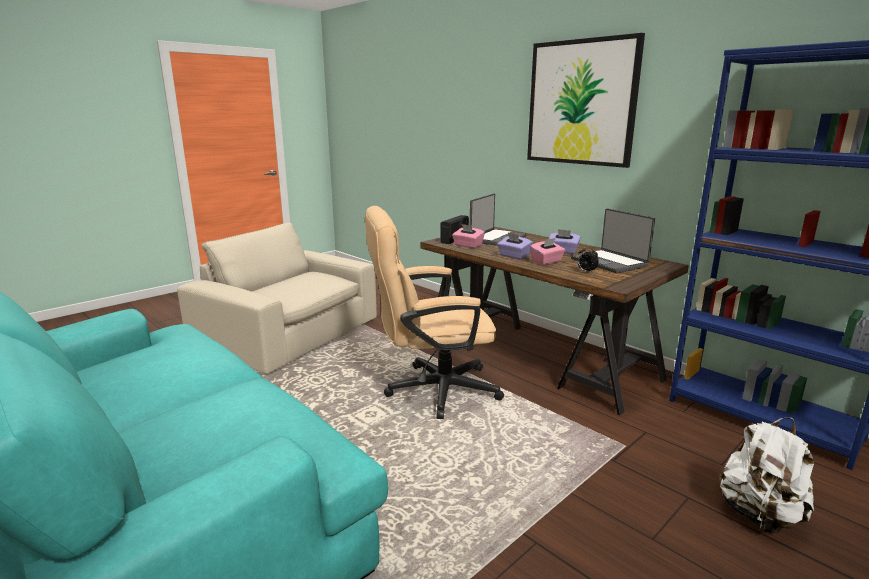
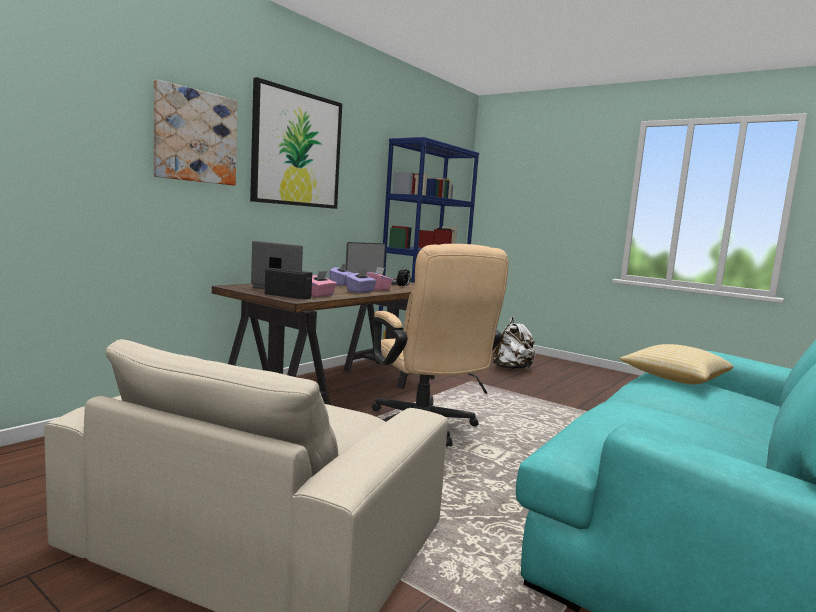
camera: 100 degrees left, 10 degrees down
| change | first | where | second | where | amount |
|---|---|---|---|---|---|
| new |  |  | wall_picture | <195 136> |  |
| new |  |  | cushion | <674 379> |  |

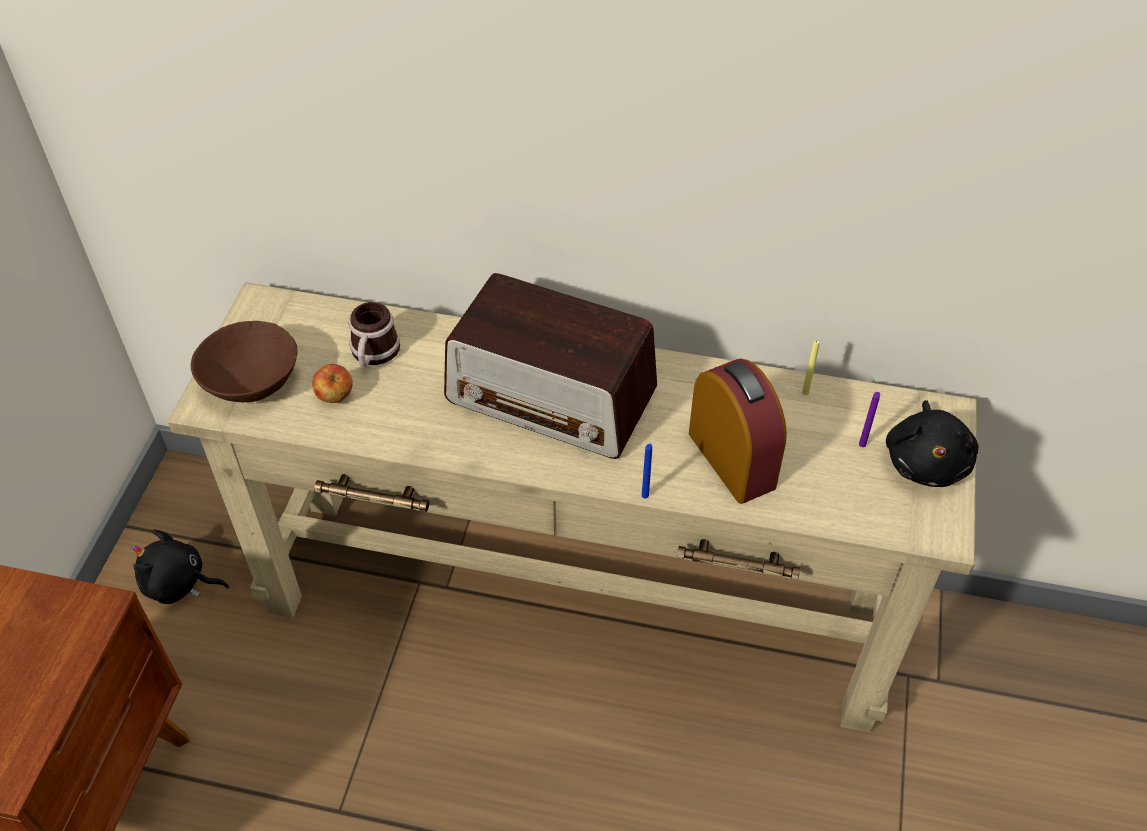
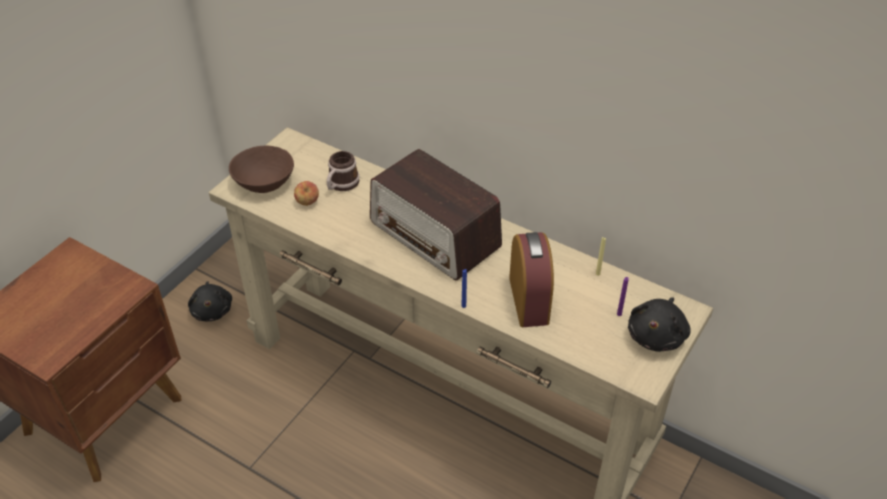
camera: 20 degrees right, 5 degrees down
| change | first | where | second | where | amount |
|---|---|---|---|---|---|
| rotated | black-coloured_cuddly_toy | <179 583> |  | <212 310> | 135 degrees counterclockwise |

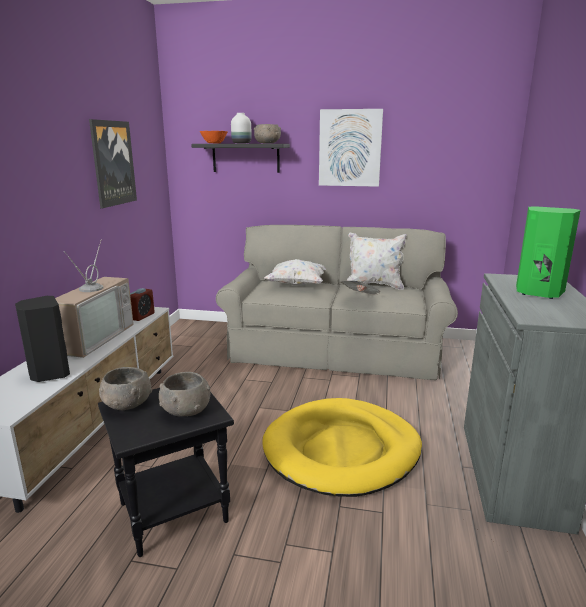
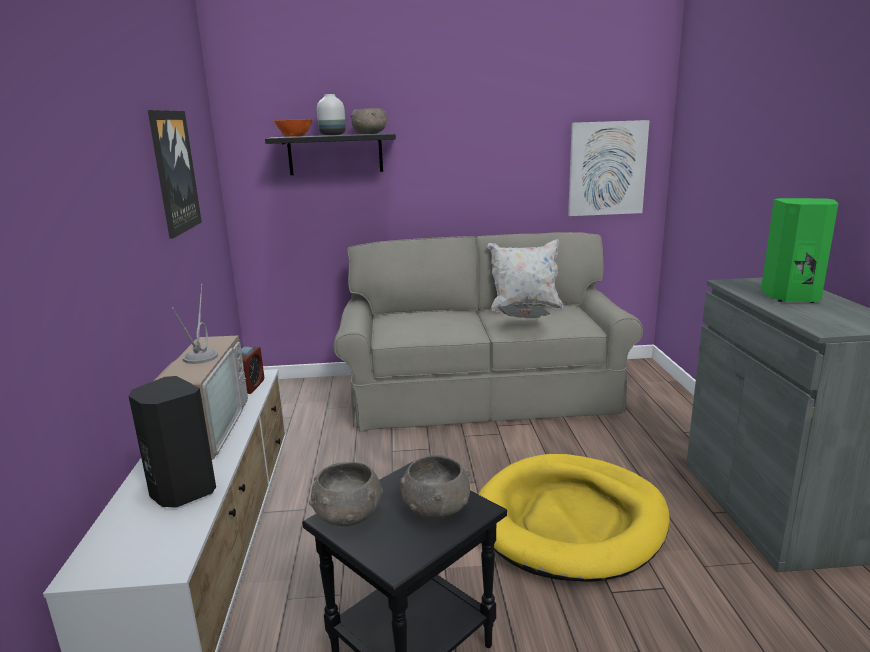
camera: 15 degrees left, 0 degrees up
| change | first | where | second | where | amount |
|---|---|---|---|---|---|
| shifted | wall_picture | <350 148> |  | <607 168> |  |
| gone | whitish_cushion | <297 285> |  |  |  |

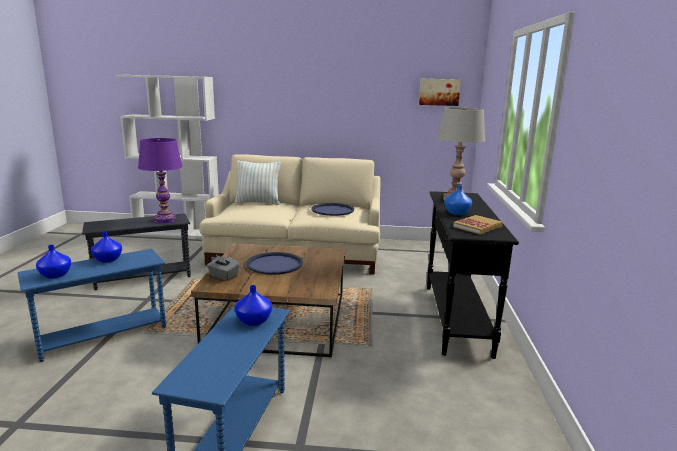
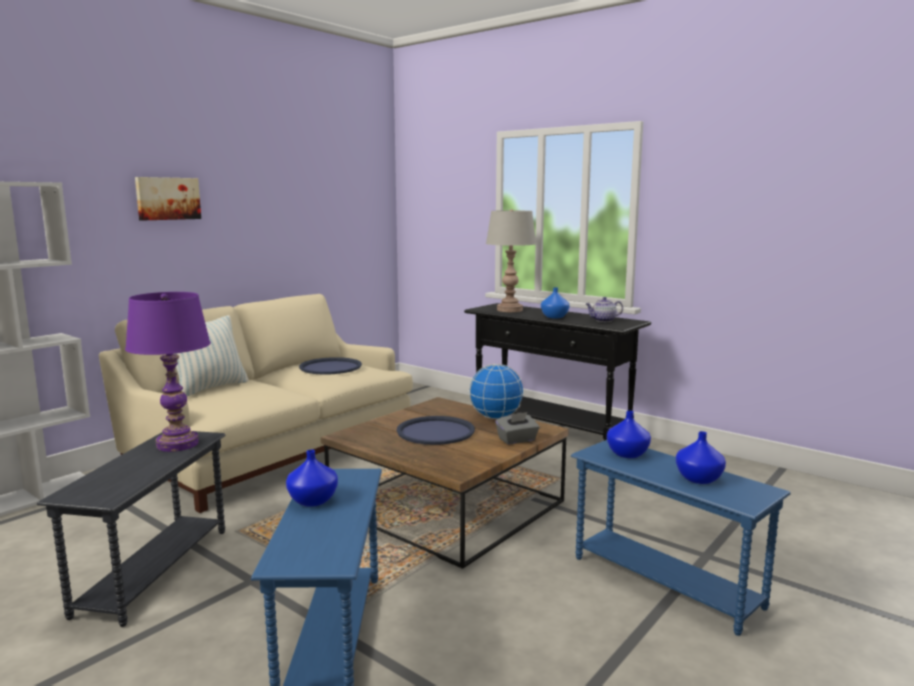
camera: 55 degrees left, 5 degrees down
| change | first | where | second | where | amount |
|---|---|---|---|---|---|
| shifted | wall_picture | <439 92> |  | <167 198> |  |
| new |  |  | globe | <495 417> |  |
| shifted | grey_tissue_holder | <223 276> |  | <517 440> |  |
| swapped | bound_book | <477 227> | tea_pot | <603 320> |  |
| shifted | blue_decorative_vase | <55 275> |  | <698 479> |  |

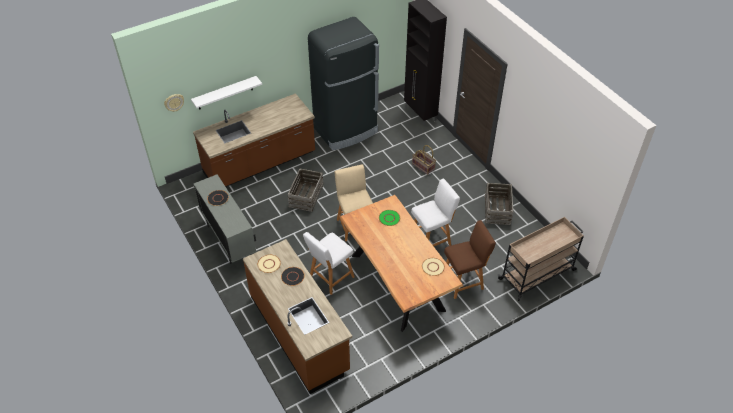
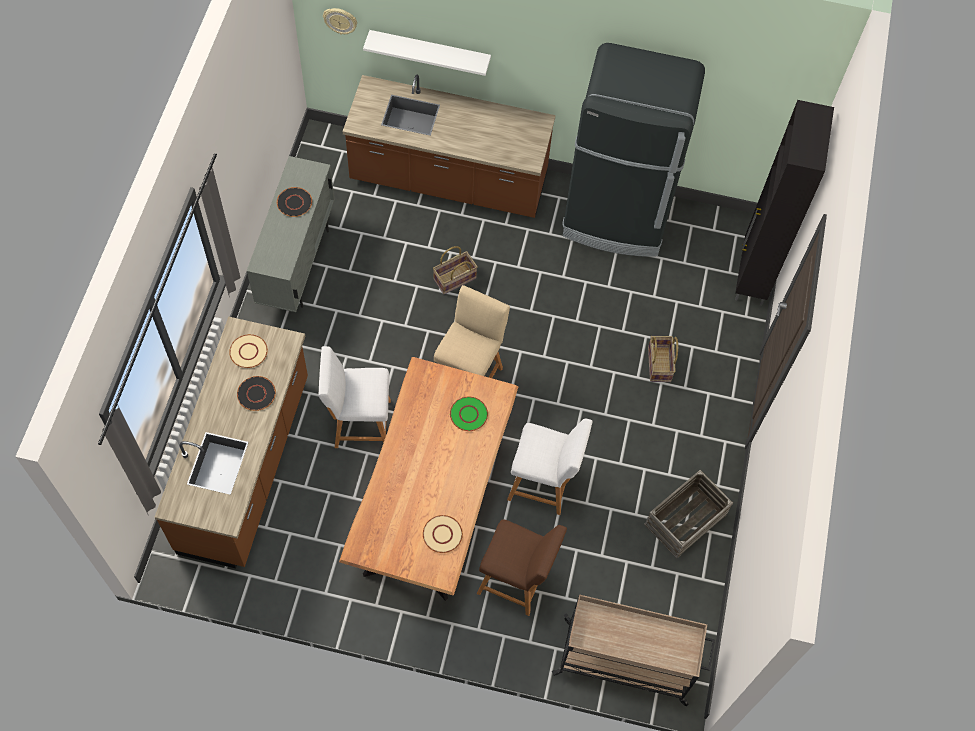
camera: 40 degrees right, 15 degrees up
| change | first | where | second | where | amount |
|---|---|---|---|---|---|
| swapped | shipping_crate | <306 196> | household_basket | <455 279> |  |

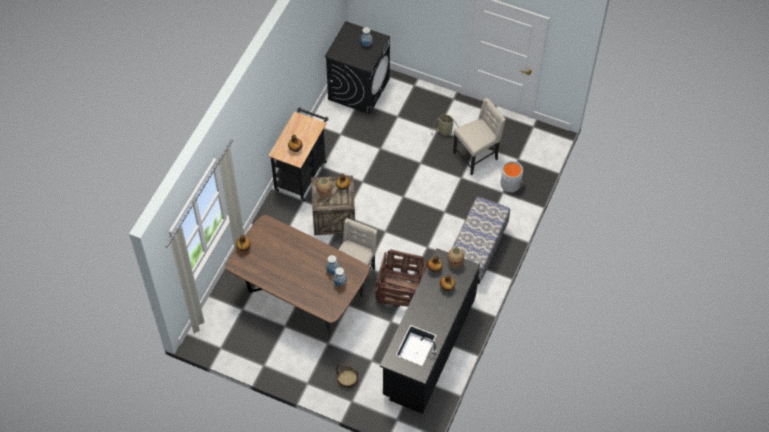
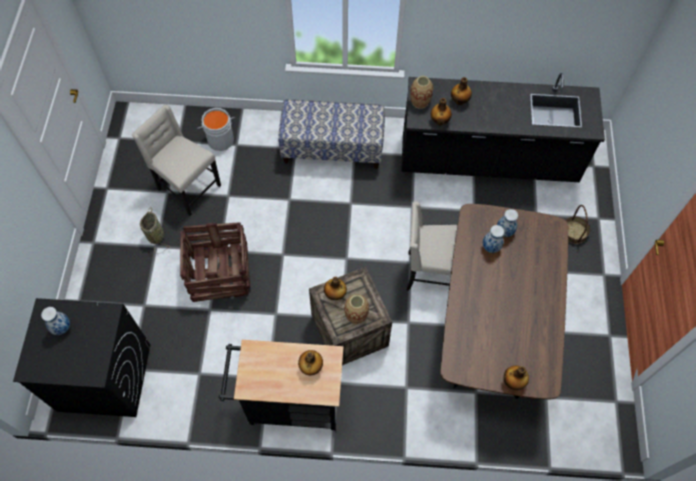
camera: 110 degrees left, 5 degrees up
| change | first | where | second | where | amount |
|---|---|---|---|---|---|
| shifted | shipping_crate | <401 289> |  | <219 271> |  |

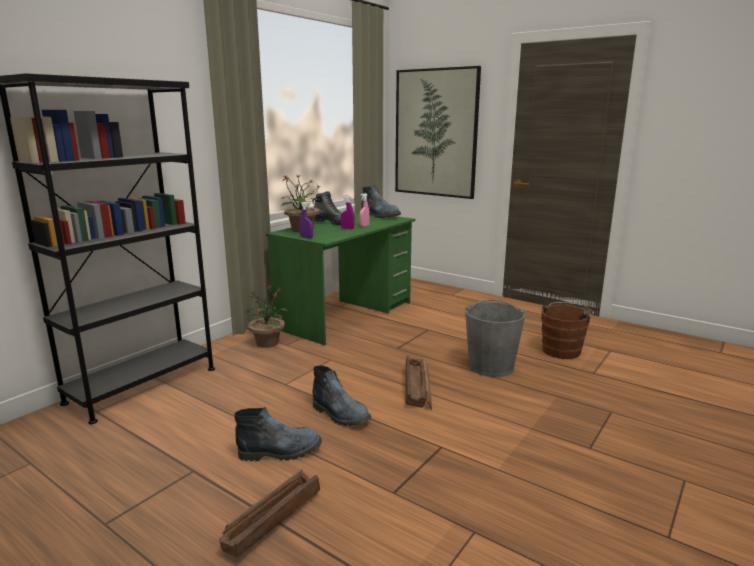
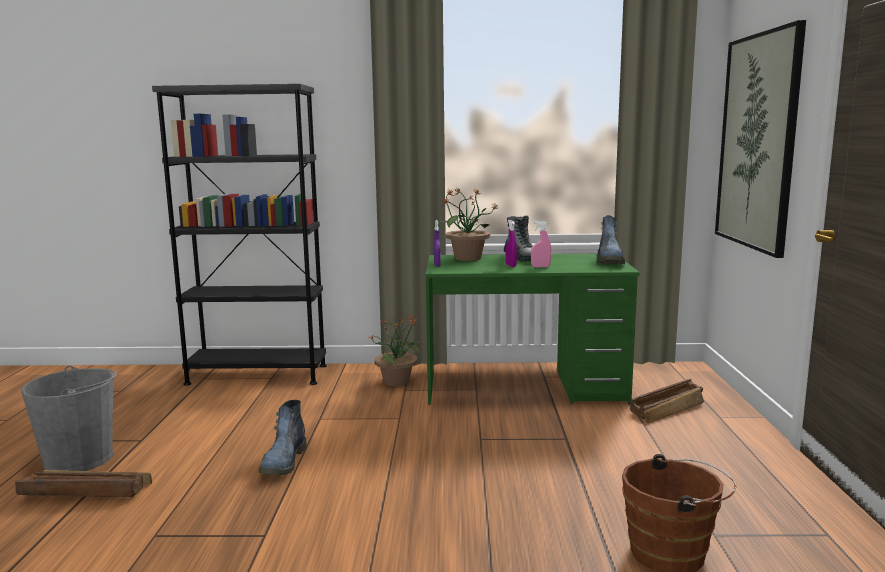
camera: 55 degrees right, 5 degrees down
| change | first | where | second | where | amount |
|---|---|---|---|---|---|
| shifted | grey_bucket | <491 366> |  | <79 459> |  |
| shifted | shipping_crate | <417 388> |  | <669 408> |  |
| gone | boot | <281 451> |  |  |  |

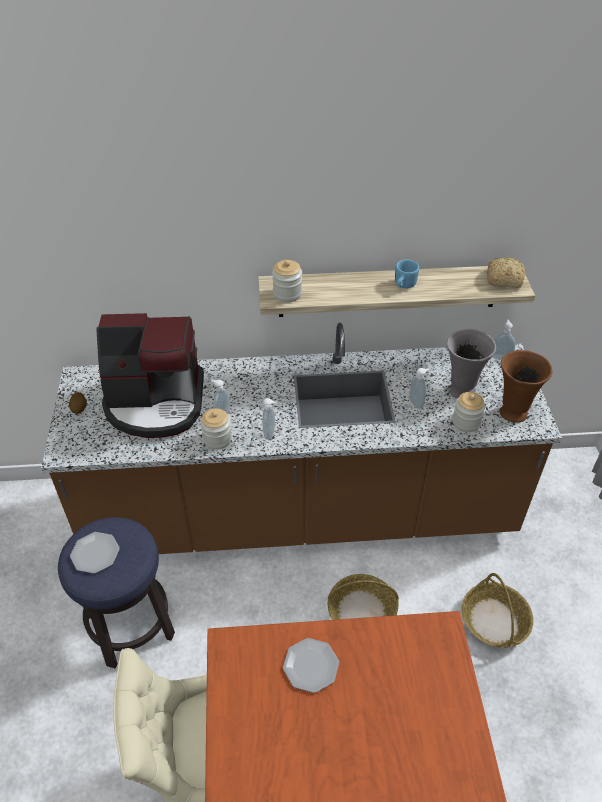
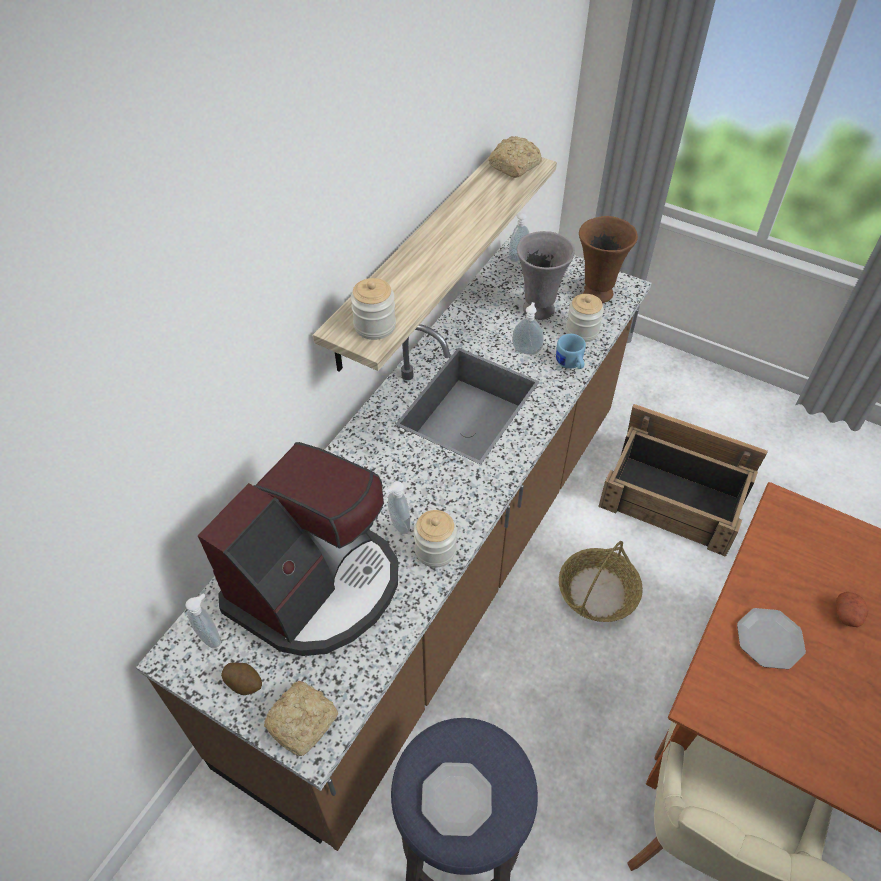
camera: 55 degrees left, 5 degrees up
| change | first | where | second | where | amount |
|---|---|---|---|---|---|
| shifted | soap_dispenser | <270 433> |  | <211 636> |  |
| new |  |  | bakery_bread | <304 721> |  |
| shifted | blue_mug | <403 285> |  | <570 364> |  |
| swapped | household_basket | <494 621> | shipping_crate | <675 493> |  |
| new |  |  | potato | <847 615> |  |

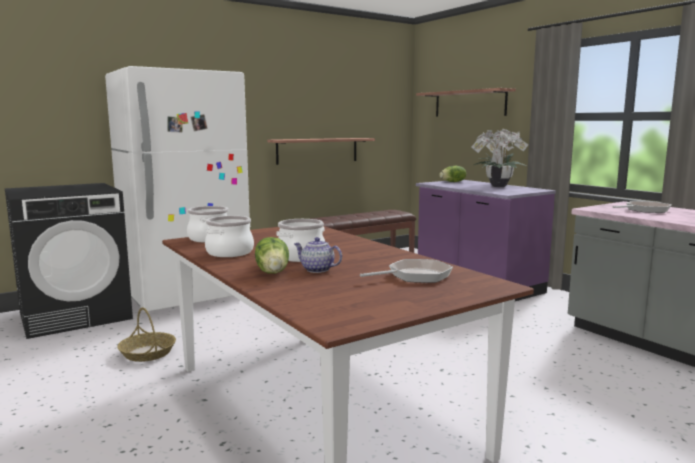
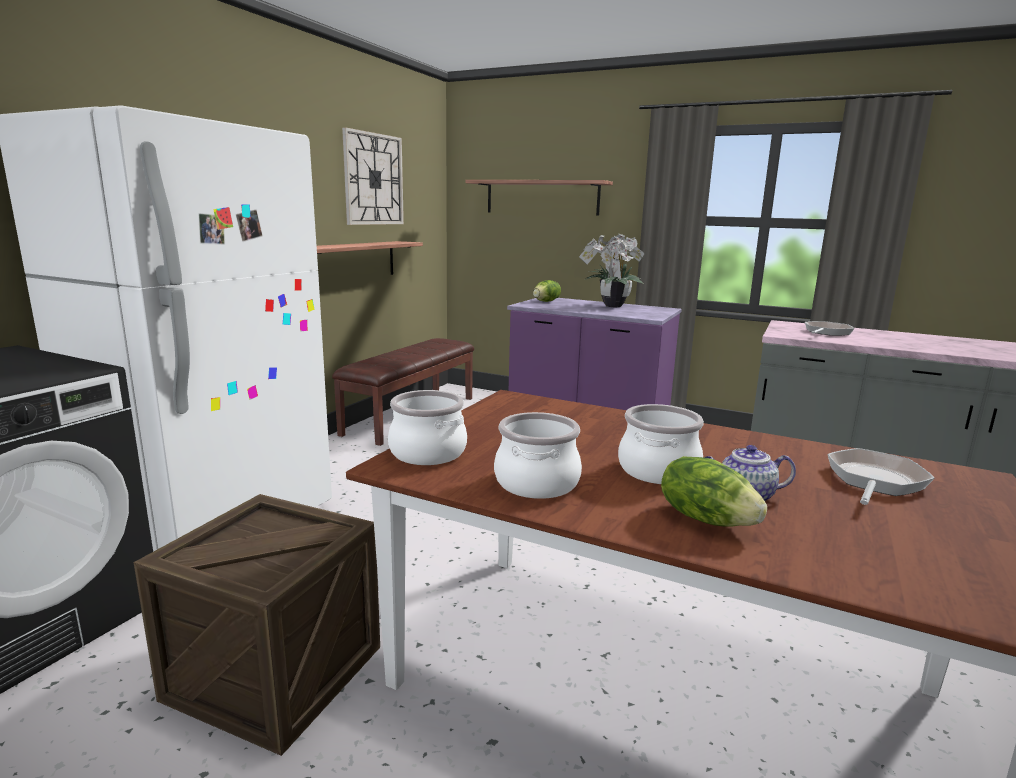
camera: 30 degrees left, 5 degrees up
| change | first | where | second | where | amount |
|---|---|---|---|---|---|
| swapped | household_basket | <147 353> | shipping_crate | <275 672> |  |
| new |  |  | clock_on_the_wall | <373 179> |  |

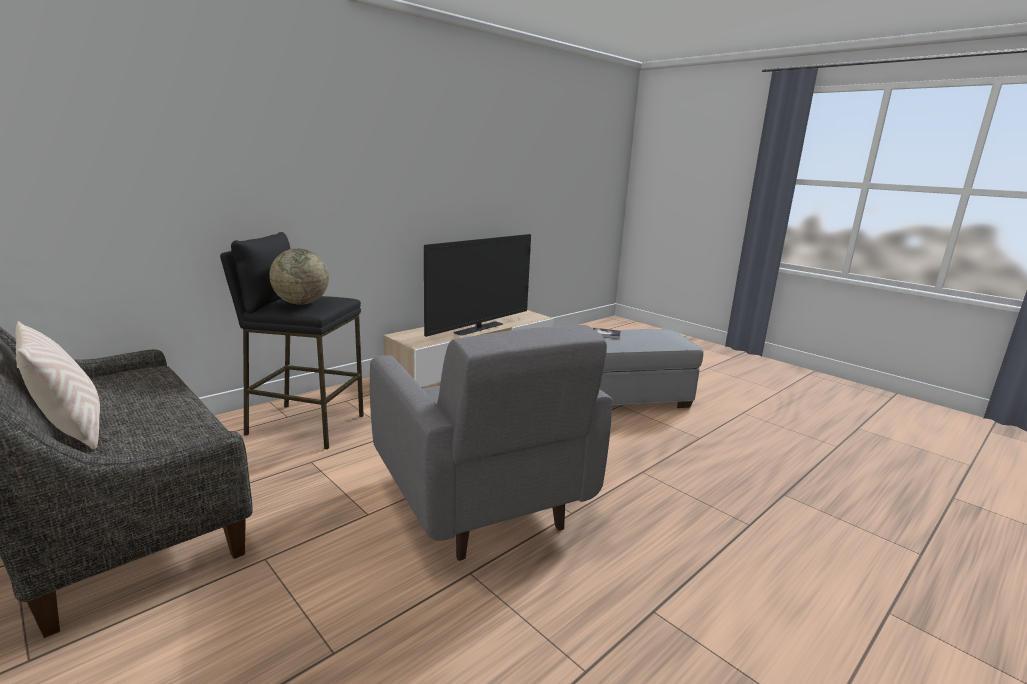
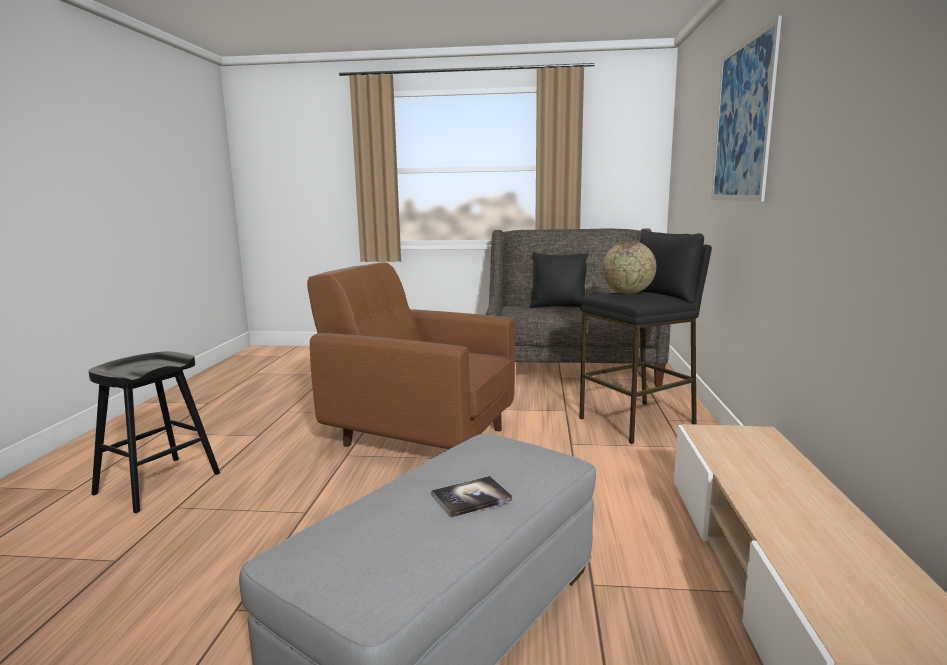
camera: 140 degrees right, 5 degrees down
| change | first | where | second | where | amount |
|---|---|---|---|---|---|
| new |  |  | black-coloured_sitting_stool | <157 484> |  |
| repainted | grey_armchair | <480 502> | brownish_armchair | <419 436> |  |
| repainted | beige_cushion | <71 431> | black-coloured_cushion | <558 307> |  |
| new |  |  | wall_picture | <742 122> |  |
| gone | TV | <479 329> |  |  |  |

